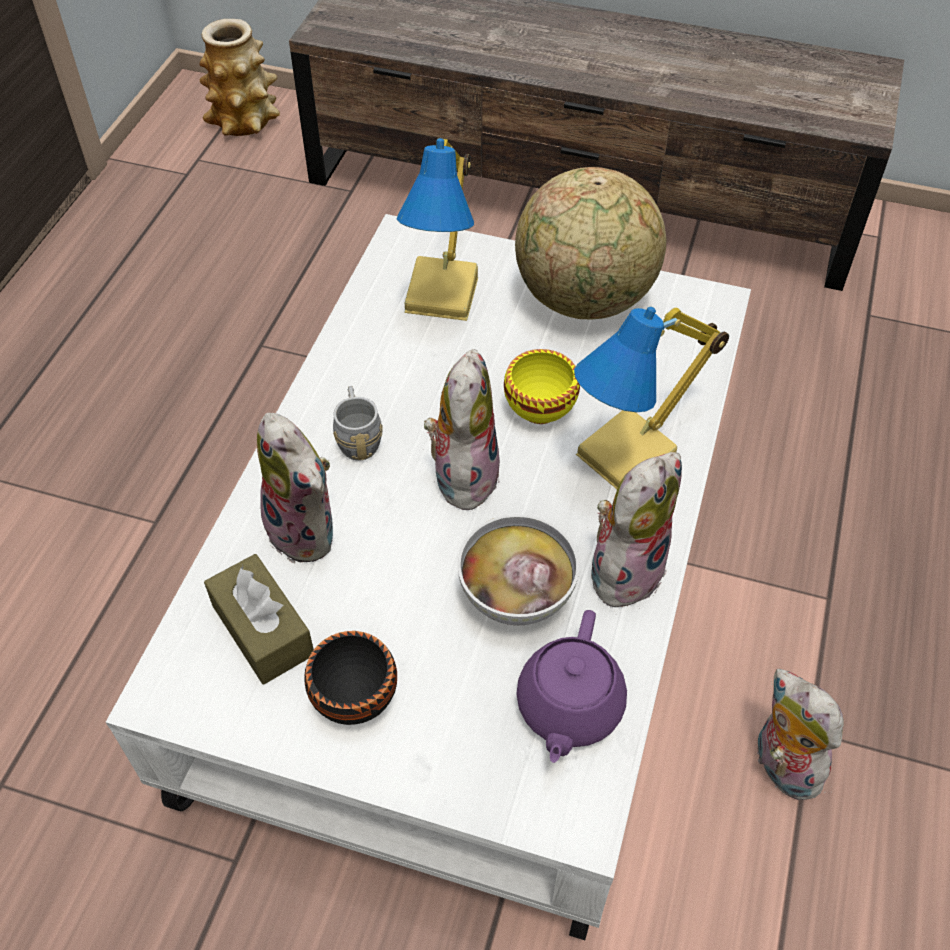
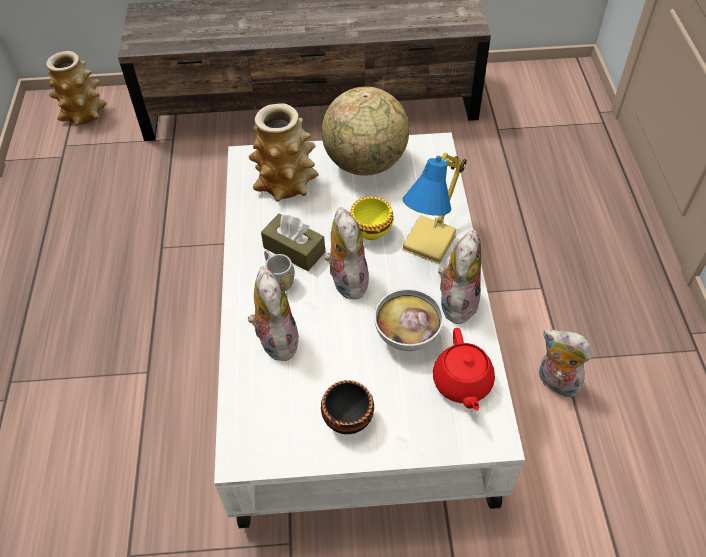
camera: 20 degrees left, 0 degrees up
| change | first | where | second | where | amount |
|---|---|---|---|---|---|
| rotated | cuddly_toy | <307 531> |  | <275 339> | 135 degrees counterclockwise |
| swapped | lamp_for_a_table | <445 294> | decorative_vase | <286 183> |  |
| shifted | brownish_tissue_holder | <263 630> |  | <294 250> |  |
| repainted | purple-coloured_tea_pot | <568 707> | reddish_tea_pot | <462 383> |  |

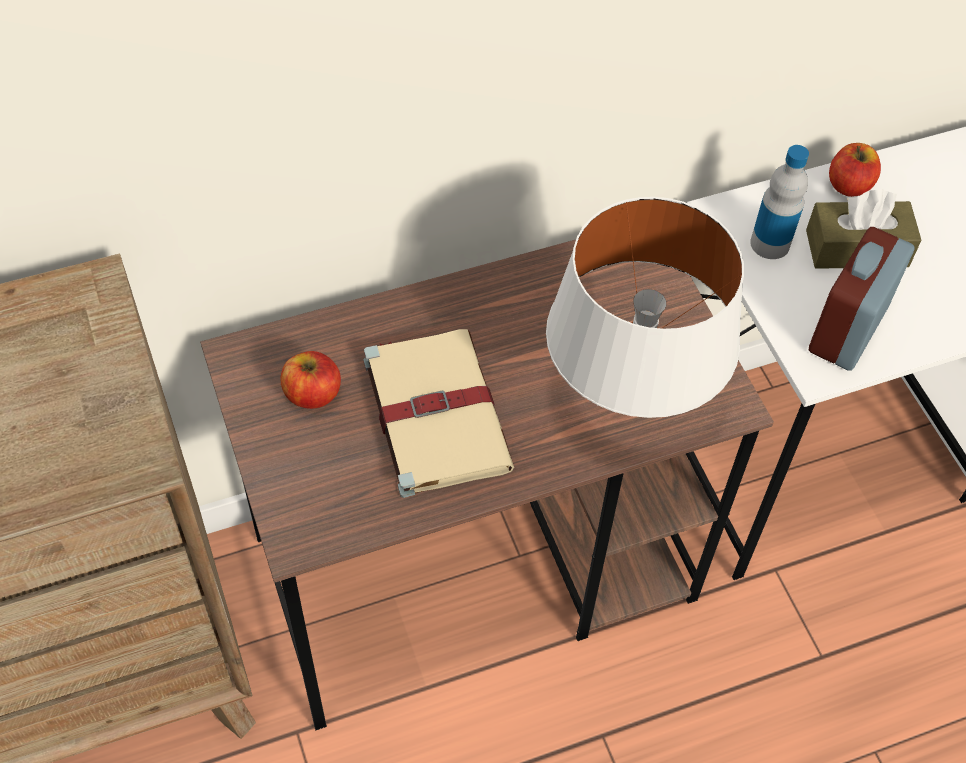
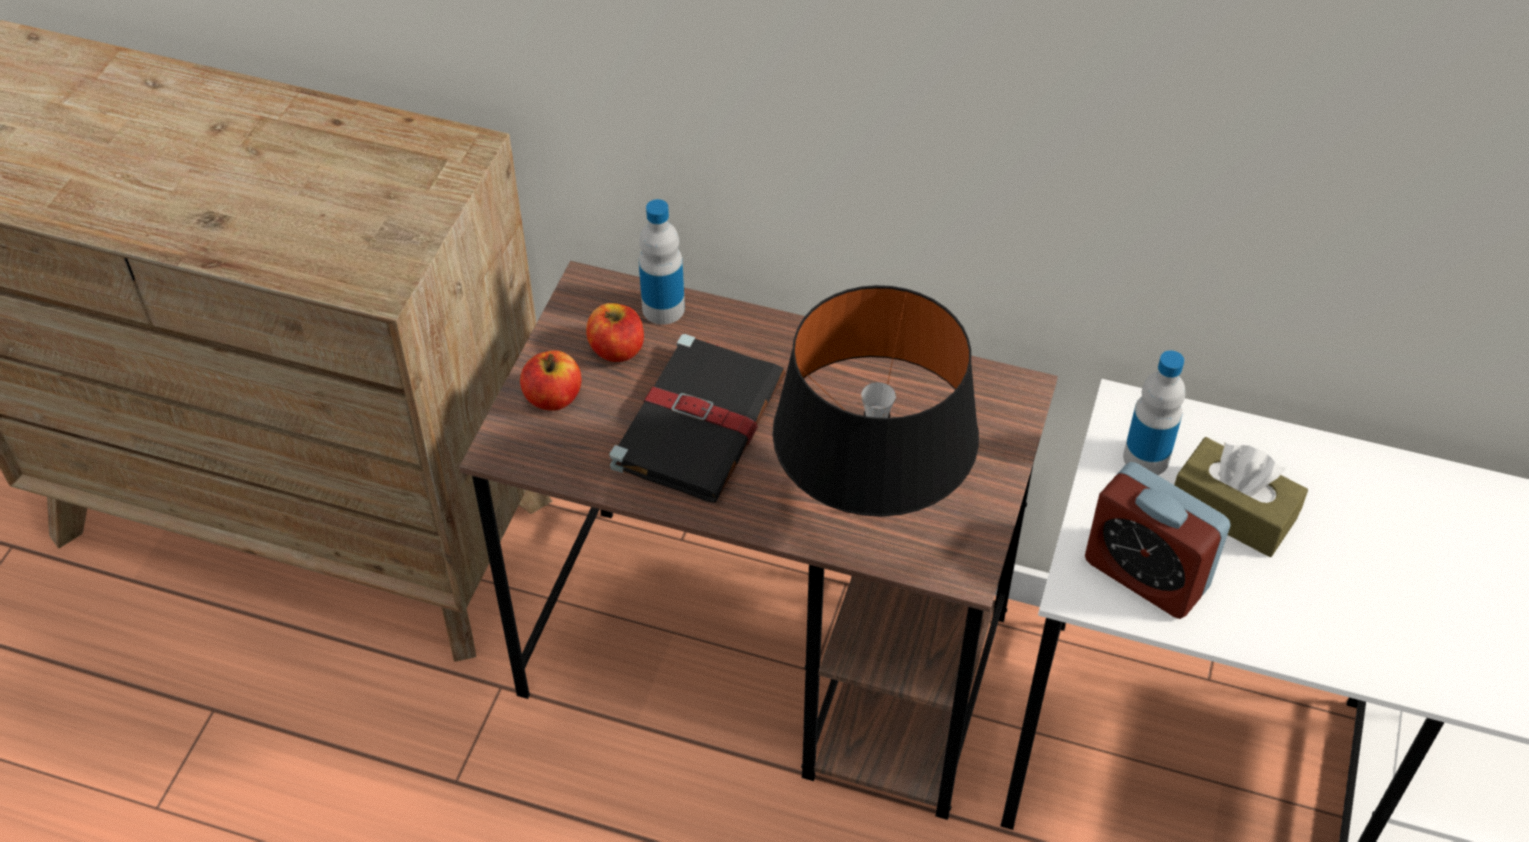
camera: 40 degrees right, 5 degrees down
| change | first | where | second | where | amount |
|---|---|---|---|---|---|
| shifted | apple | <849 185> |  | <553 397> |  |
| repainted | beige_bound_book | <435 412> | black-coloured_bound_book | <700 420> |  |
| new |  |  | beverage_bottle | <663 308> |  |
| repainted | whitish_lamp_for_a_table | <627 405> | black-coloured_lamp_for_a_table | <868 513> |  |
| rotated | table_clock | <847 330> |  | <1145 574> | 120 degrees counterclockwise |

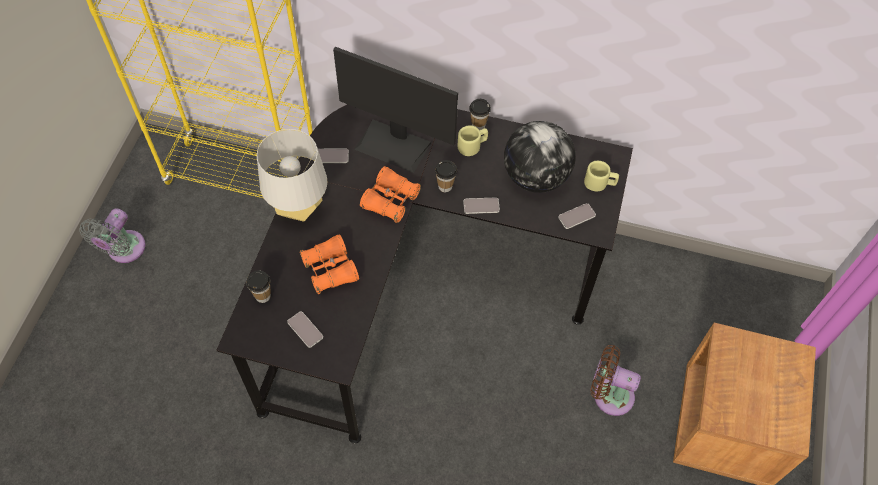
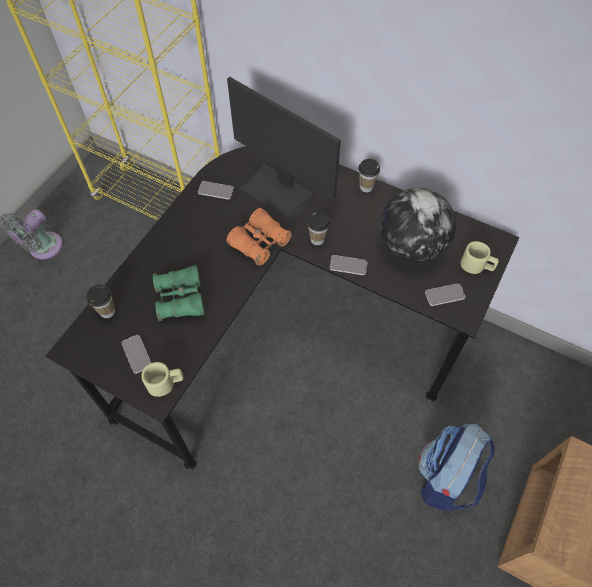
camera: 15 degrees right, 0 degrees up
| change | first | where | second | where | amount |
|---|---|---|---|---|---|
| shifted | beige_mug | <472 145> |  | <166 383> |  |
| repainted | orange_pair_of_binoculars | <330 269> | greenish_pair_of_binoculars | <180 298> |  |
| swapped | brownish_electric_fan | <609 394> | backpack | <446 478> |  |
| gone | grey_lamp_for_a_table | <299 209> |  |  |  |

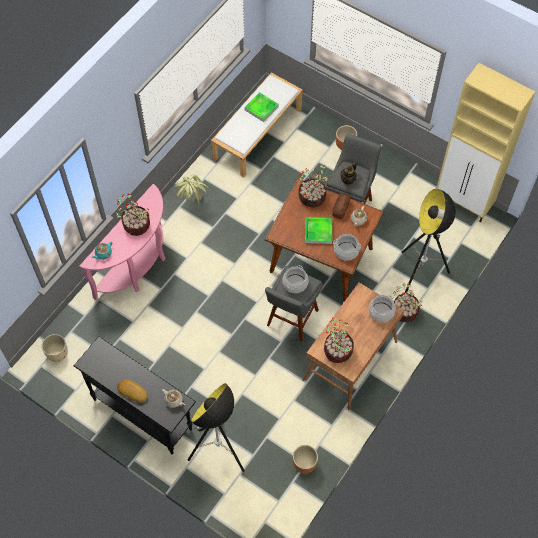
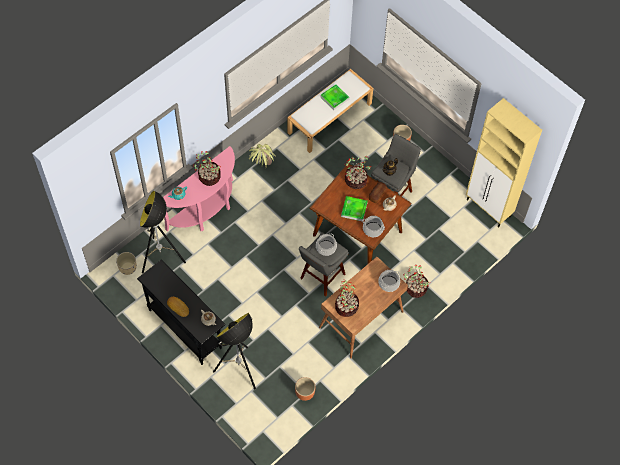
camera: 10 degrees right, 0 degrees up
| change | first | where | second | where | amount |
|---|---|---|---|---|---|
| shifted | standard_lamp | <420 273> |  | <161 258> |  |

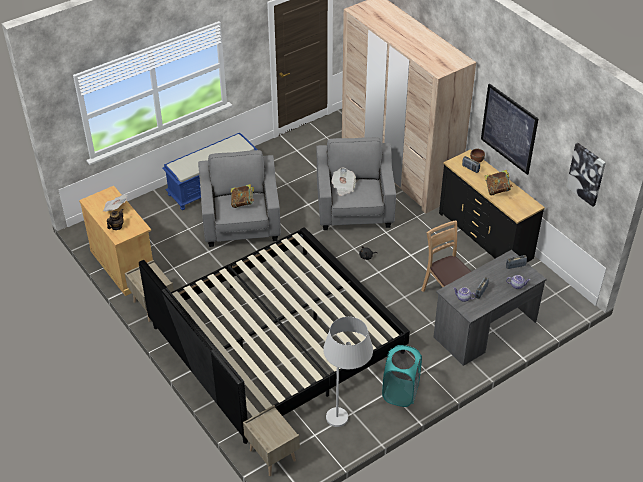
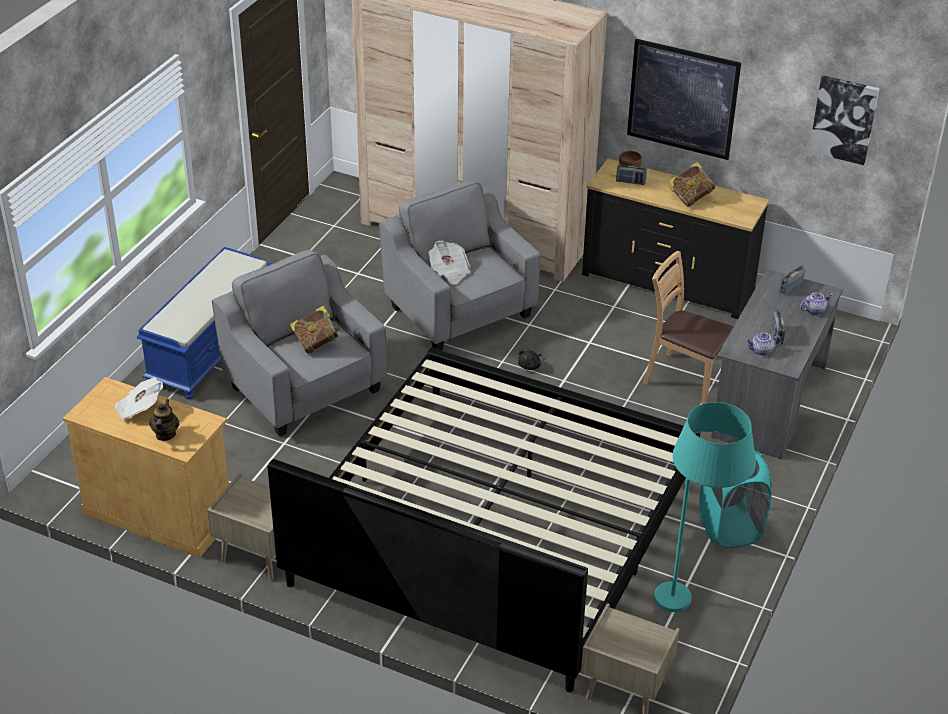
camera: 30 degrees left, 5 degrees down
| change | first | where | second | where | amount |
|---|---|---|---|---|---|
| repainted | whitish_standard_lamp | <346 425> | blue-green_standard_lamp | <693 602> |  |

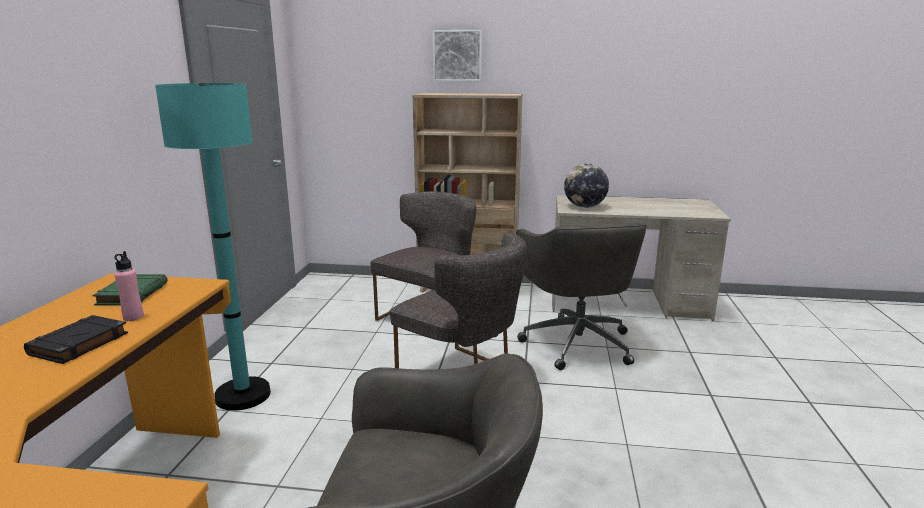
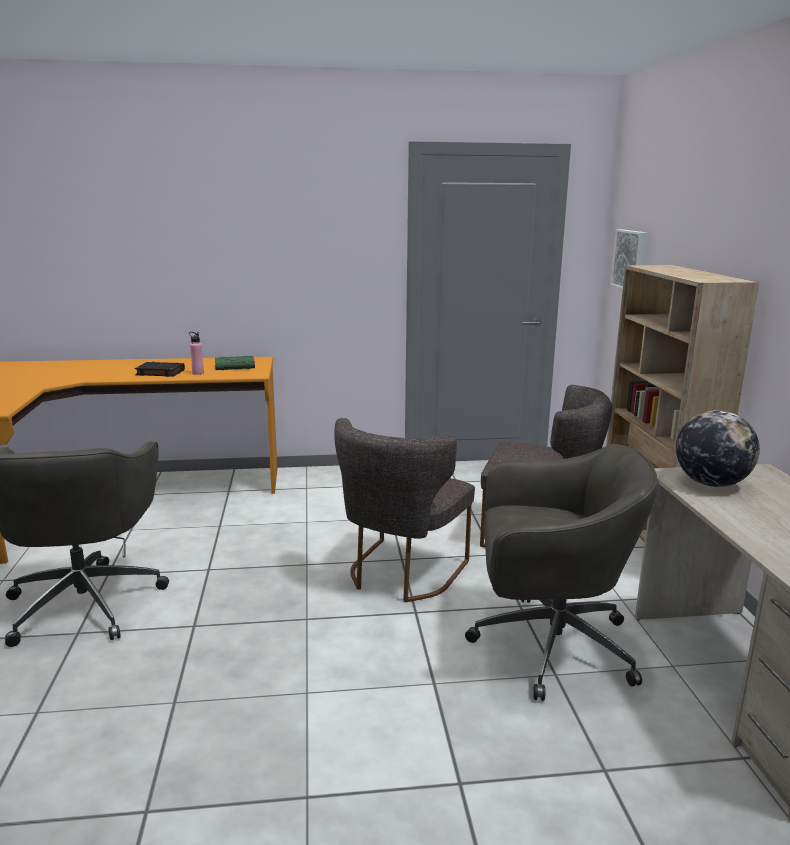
camera: 75 degrees right, 0 degrees up
| change | first | where | second | where | amount |
|---|---|---|---|---|---|
| rotated | grey_desk_chair | <576 342> |  | <548 645> | 150 degrees counterclockwise |
| shifted | wall_picture | <457 55> |  | <631 260> |  |
| gone | blue-green_standard_lamp | <243 395> |  |  |  |

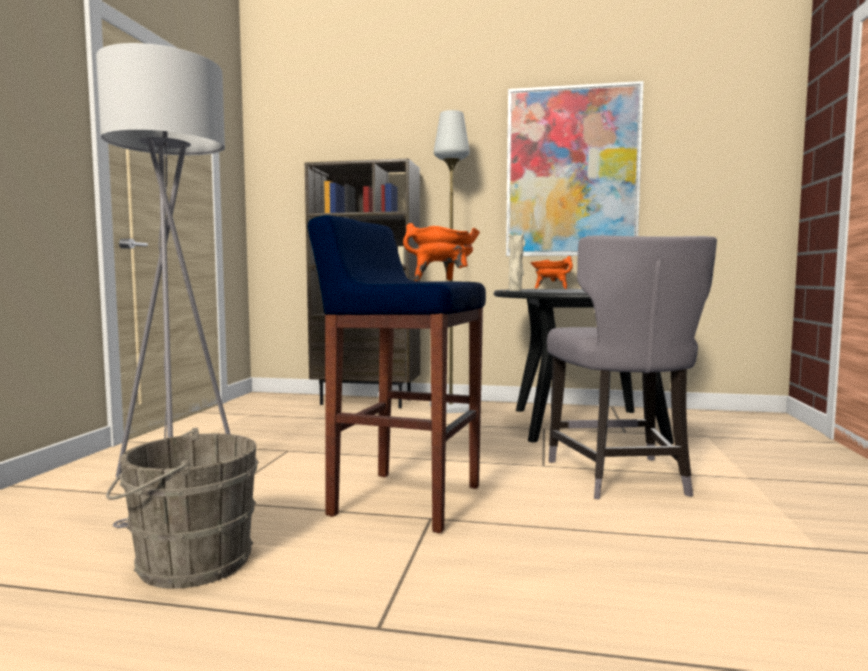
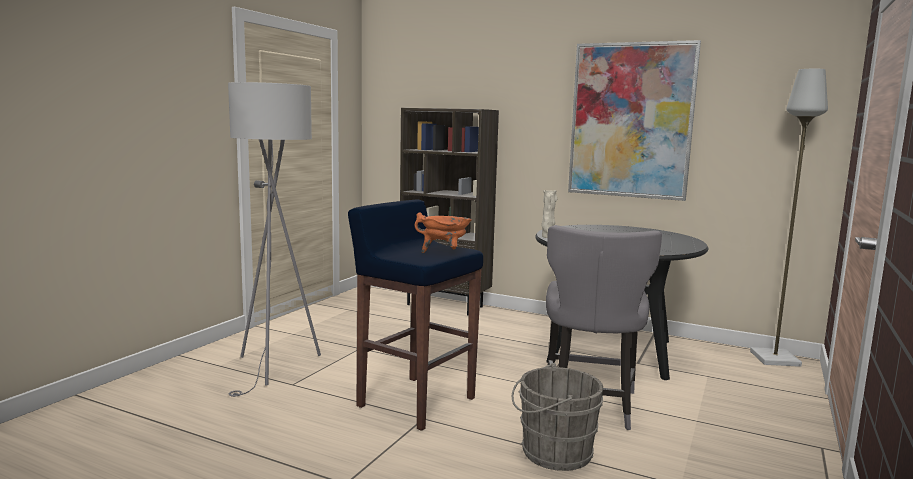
camera: 15 degrees right, 5 degrees up
| change | first | where | second | where | amount |
|---|---|---|---|---|---|
| shifted | grey_bucket | <187 562> |  | <552 452> |  |
| shifted | grey_standard_lamp | <451 409> |  | <776 359> |  |
| gone | orange_saucepot | <551 288> |  |  |  |

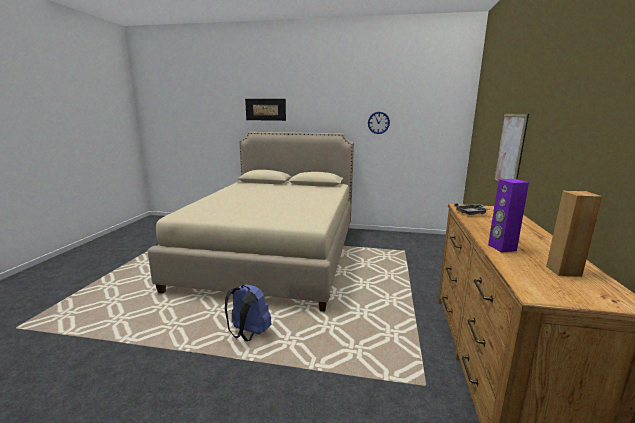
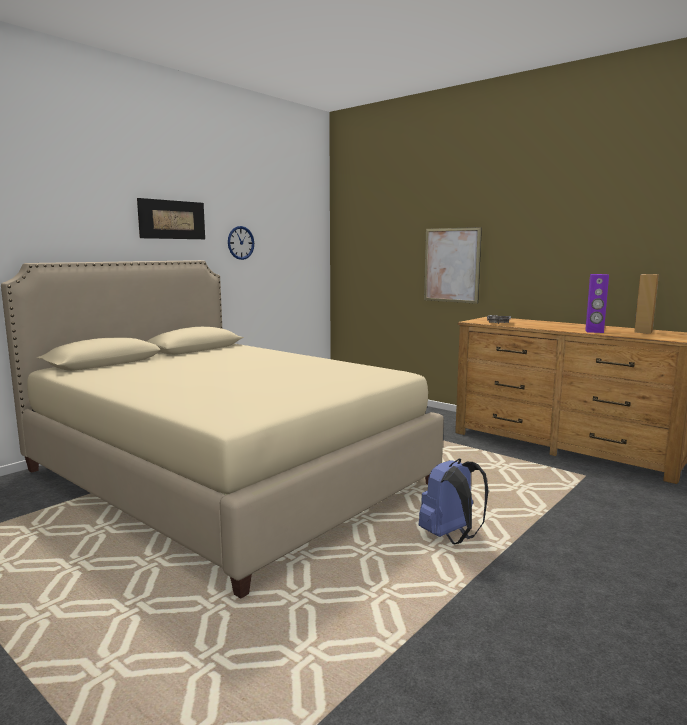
camera: 60 degrees left, 5 degrees down
| change | first | where | second | where | amount |
|---|---|---|---|---|---|
| shifted | wall_picture | <265 109> |  | <172 219> |  |

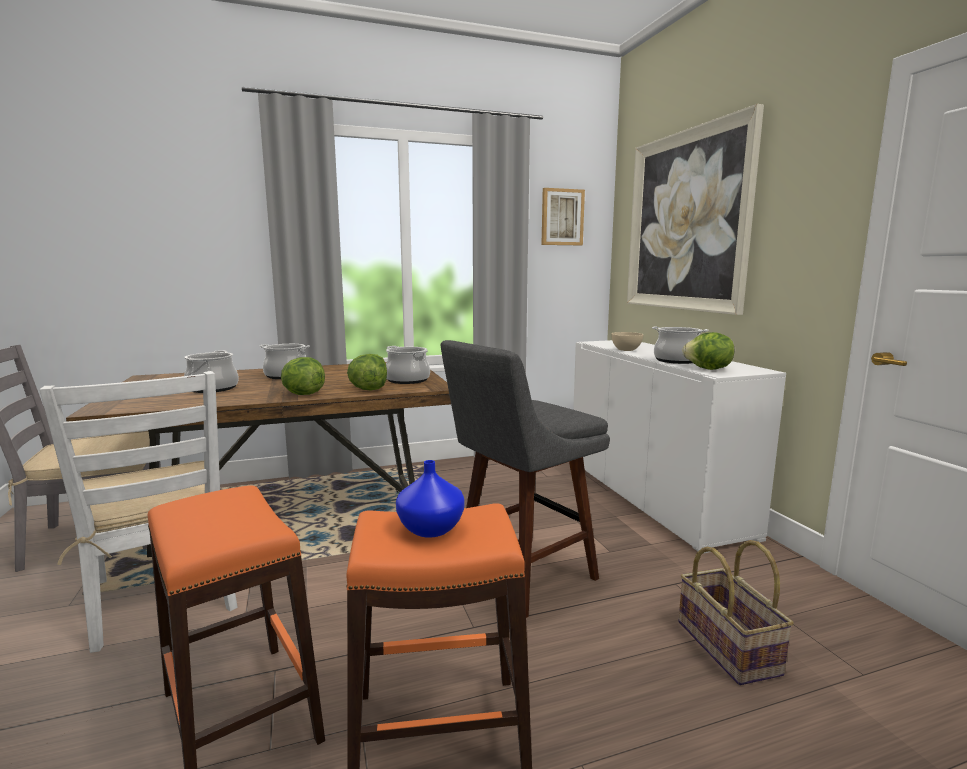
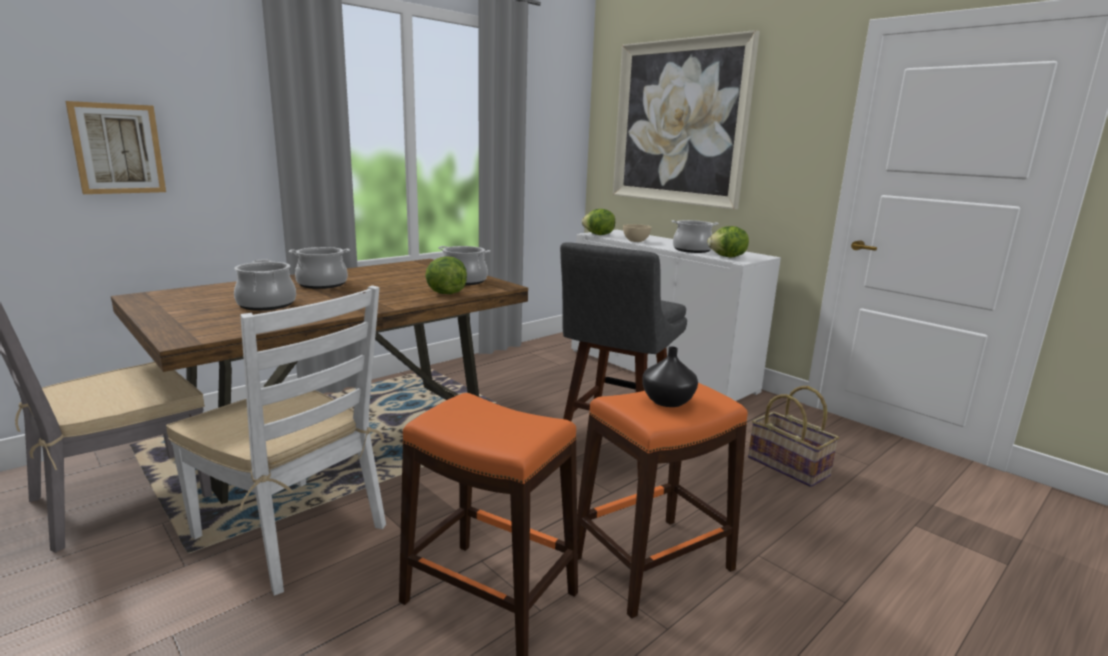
camera: 25 degrees left, 5 degrees up
| change | first | where | second | where | amount |
|---|---|---|---|---|---|
| shifted | wall_picture | <562 217> |  | <117 149> |  |
| shifted | lettuce_head | <303 394> |  | <598 235> |  |
| repainted | blue_decorative_vase | <432 528> | black-coloured_decorative_vase | <668 401> |  |

